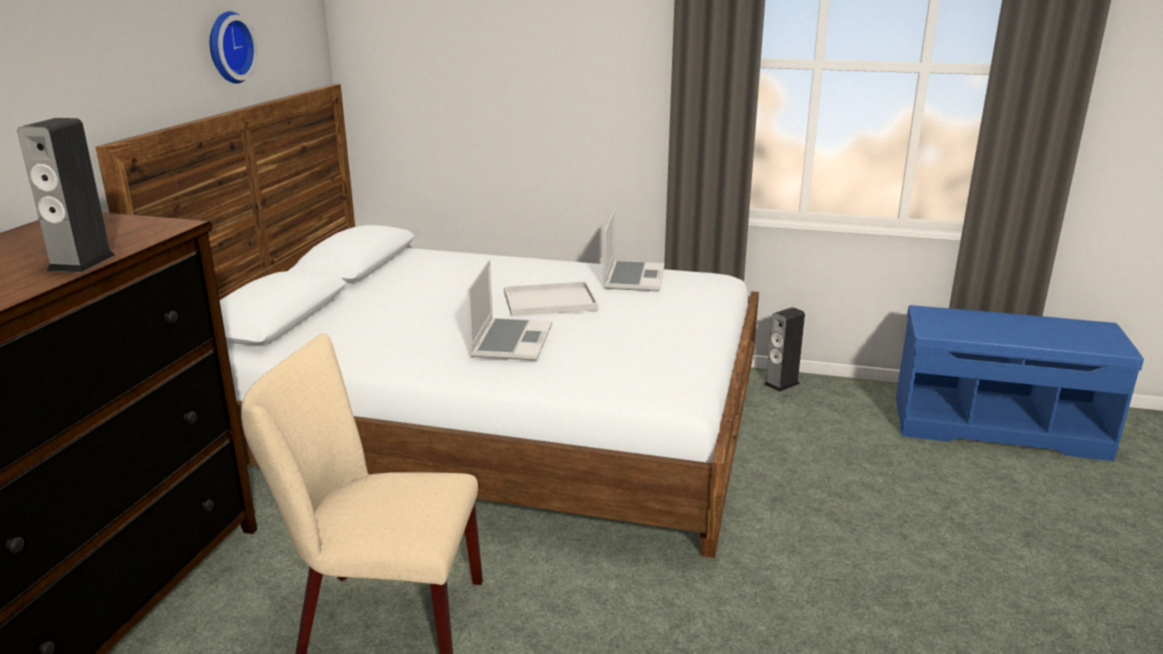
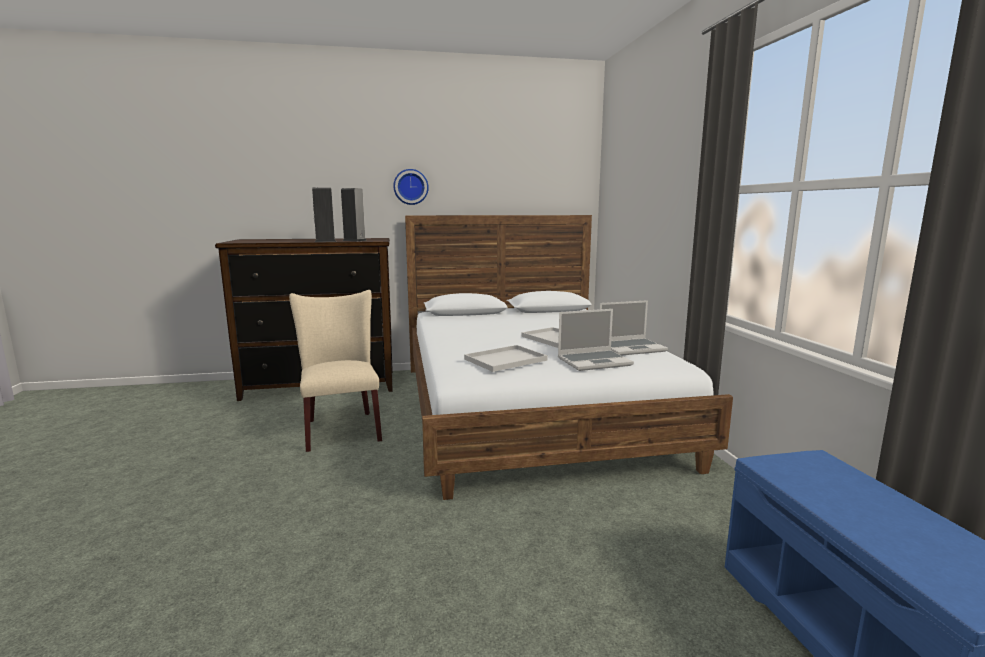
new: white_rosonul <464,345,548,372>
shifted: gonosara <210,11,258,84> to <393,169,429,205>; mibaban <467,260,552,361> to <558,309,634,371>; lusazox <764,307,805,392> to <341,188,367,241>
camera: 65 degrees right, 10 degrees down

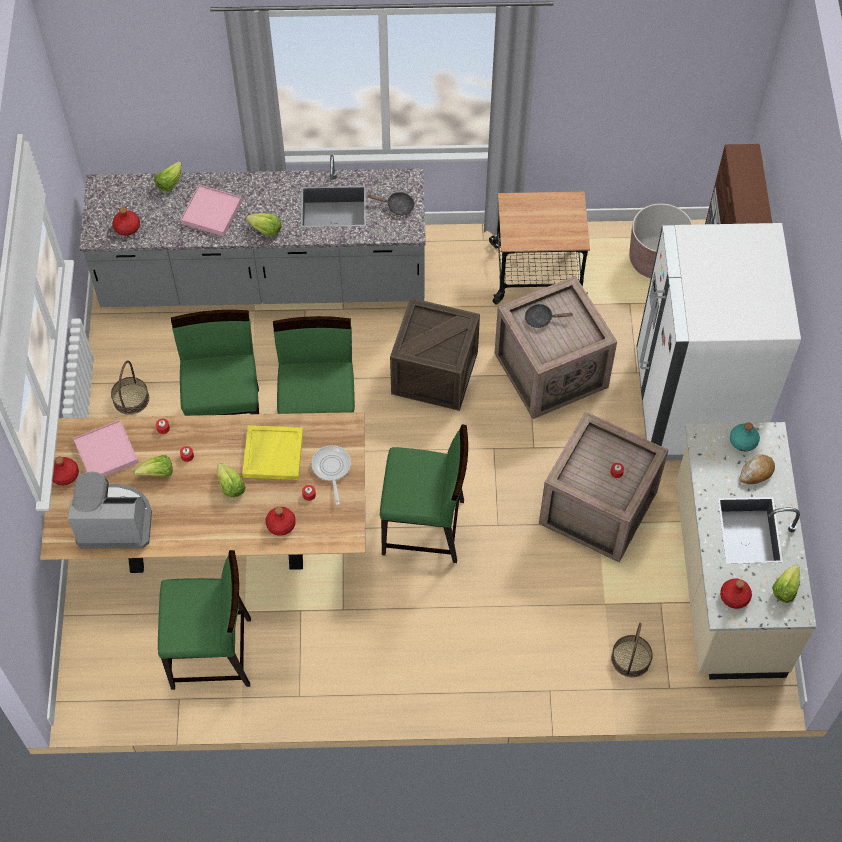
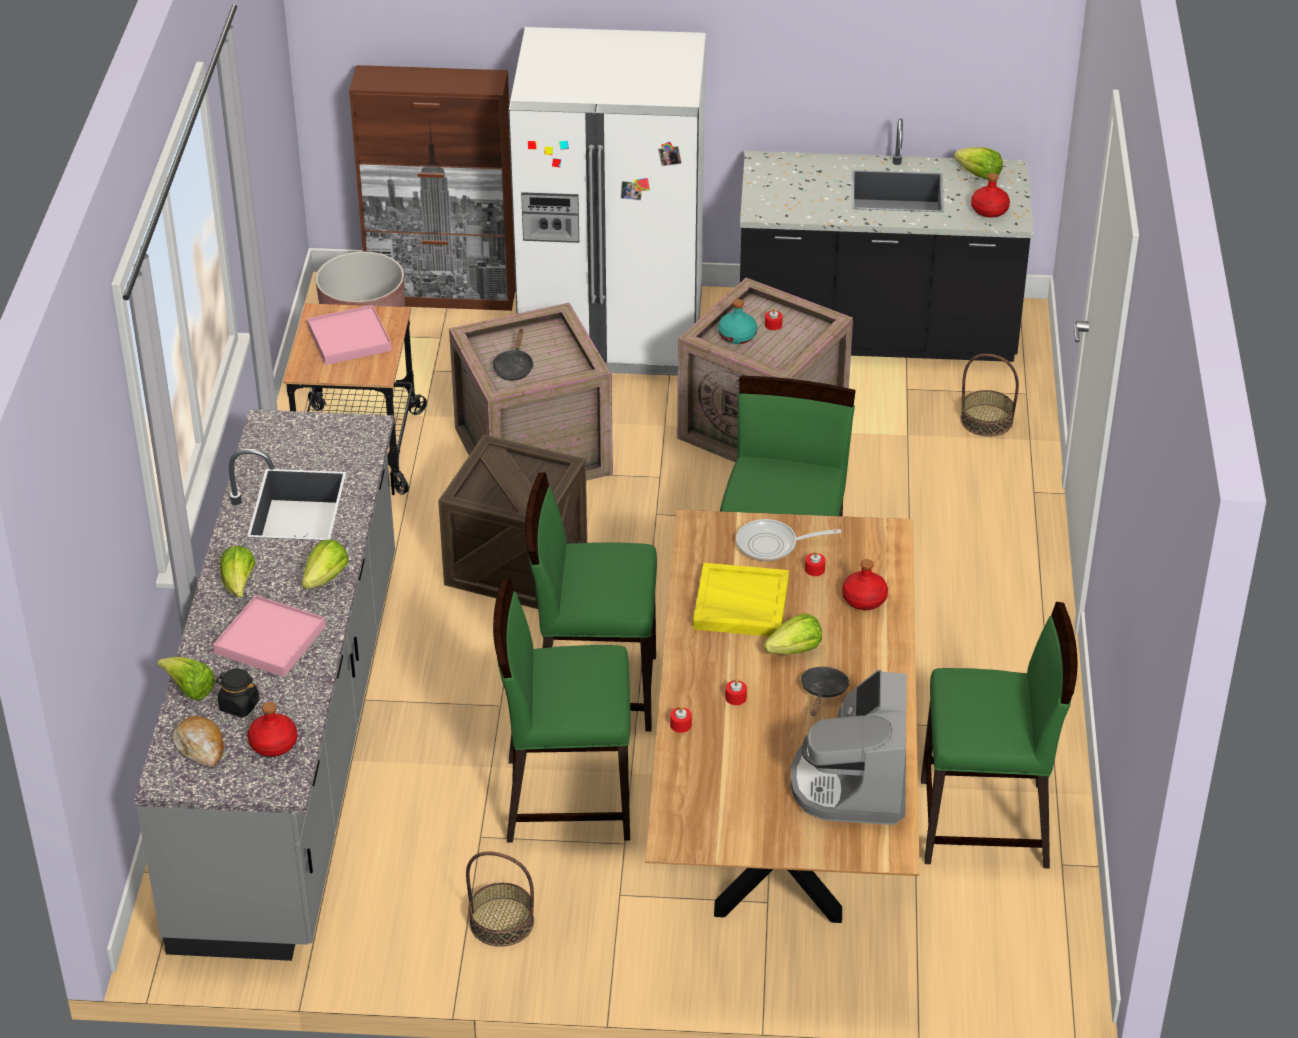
gone: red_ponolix <53,457,79,485>
new: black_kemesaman <216,668,260,717>
shifted: pink_rosonul <73,420,139,476> to <307,305,392,365>; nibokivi <134,455,173,477> to <220,546,256,597>; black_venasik <368,192,415,215> to <801,667,849,716>; turquoise_ponolix <730,422,760,451> to <718,299,757,344>; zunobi <740,454,775,484> to <173,716,224,768>
repainted: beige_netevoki <676,422,816,680> to black_netevoki <740,119,1033,362>
rotated: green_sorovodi <158,550,251,690> = <921,602,1078,869> 90 degrees clockwise
camera: 85 degrees left, 20 degrees down

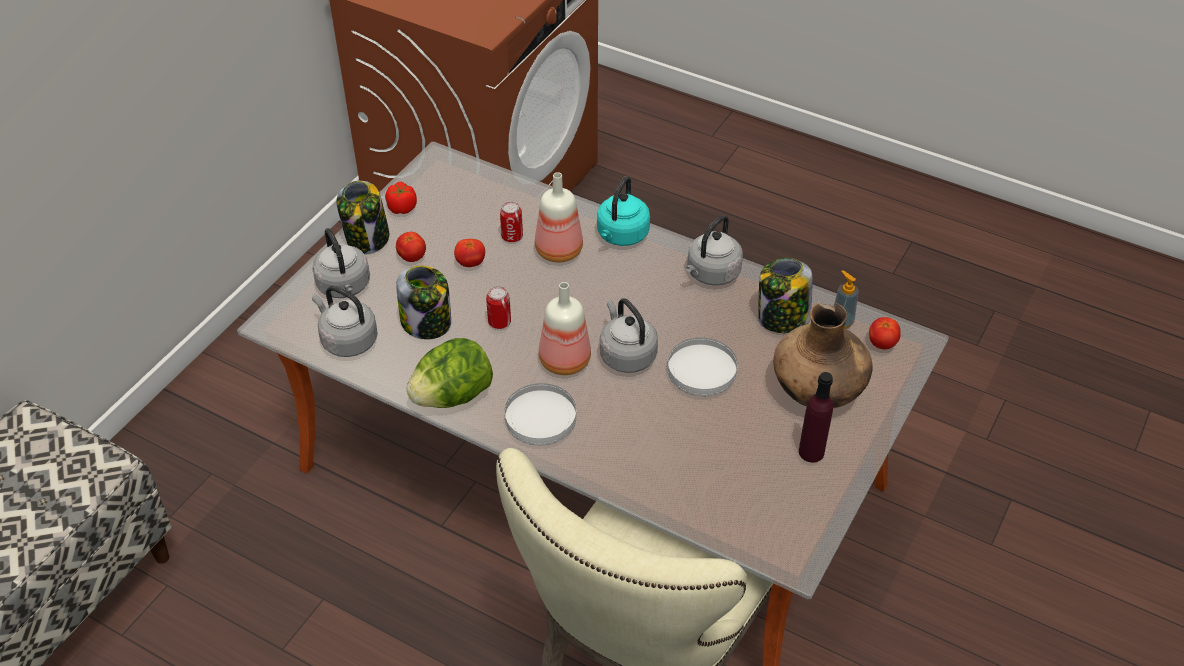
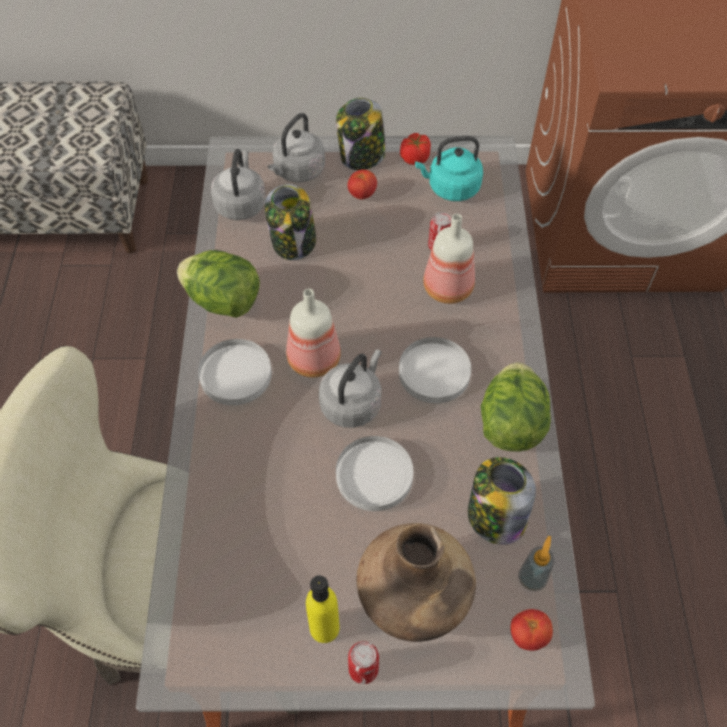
gone: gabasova <454,239,485,267>
new: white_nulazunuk <399,337,471,403>
shifted: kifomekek <486,286,511,329> to <348,641,379,684>; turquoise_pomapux <597,176,650,246> to <415,136,483,201>
swapped: grey_pomapux <685,215,743,286> to nibokivi <481,362,551,452>
repainted: purple_ponolix <799,372,833,462> to yellow_ponolix <306,575,340,643>
camera: 60 degrees right, 10 degrees up

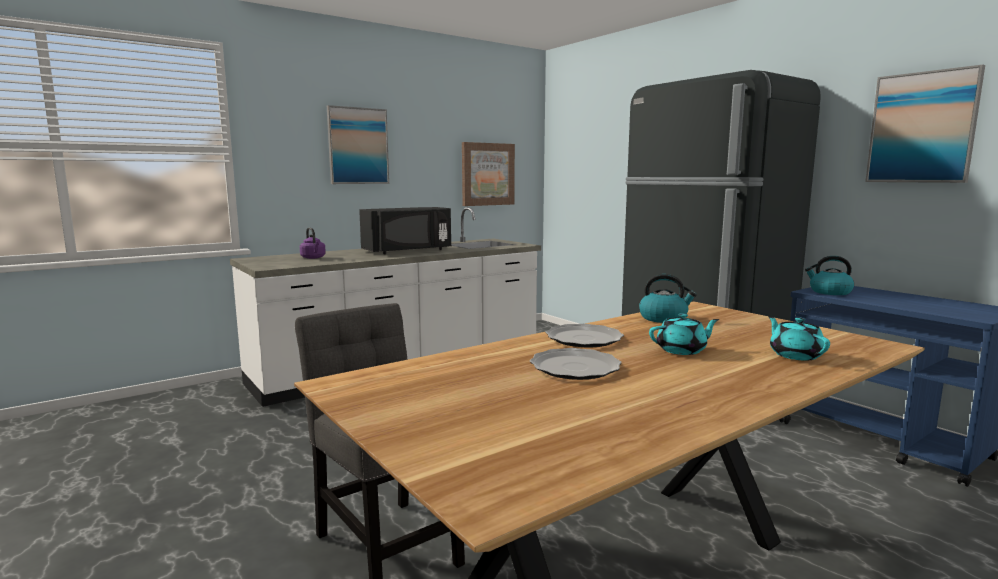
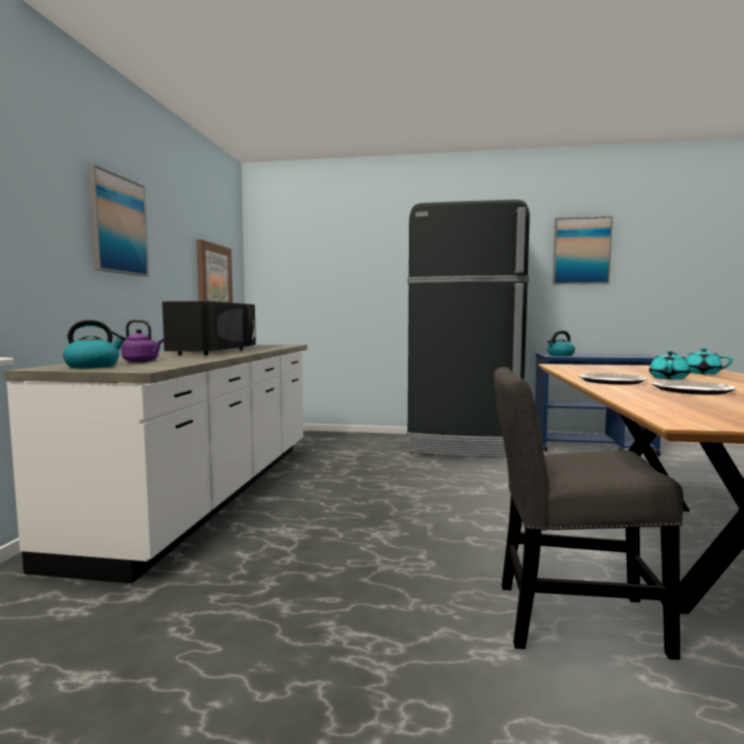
shifted: pomapux <639,274,697,323> to <63,320,126,368>
camera: 45 degrees left, 5 degrees down

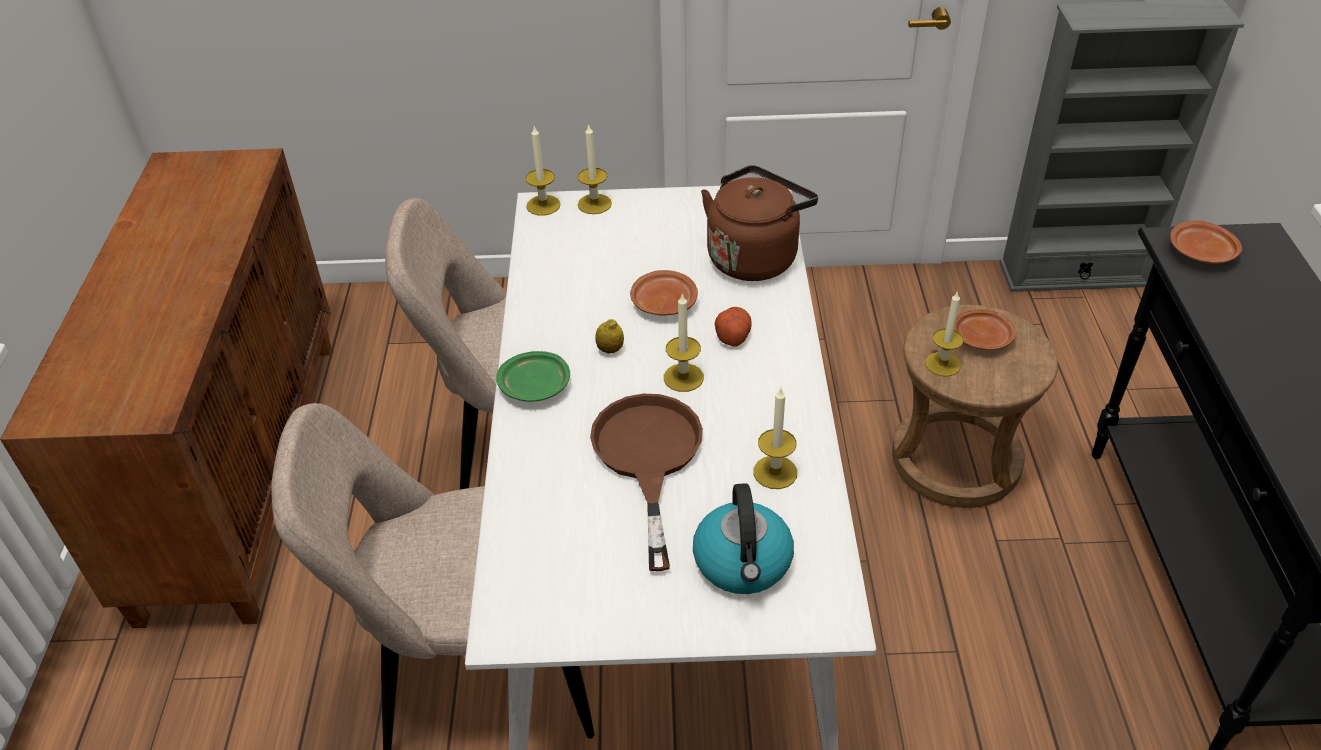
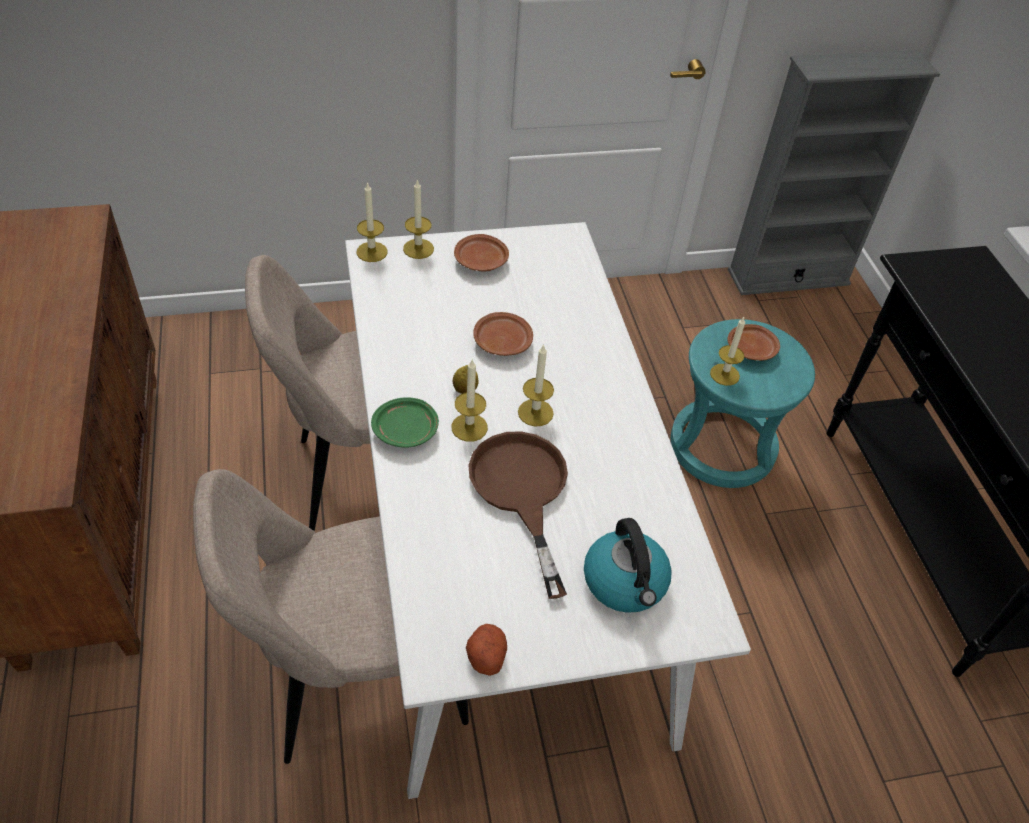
gone: brown_pomapux <701,165,818,281>
shifted: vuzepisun <715,307,752,347> to <466,624,507,676>; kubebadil <753,388,797,489> to <451,360,488,442>; brown_nulazunuk <1170,221,1242,264> to <454,234,509,272>
repainted: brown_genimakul <892,305,1058,508> to turquoise_genimakul <671,319,815,488>
camera: 15 degrees left, 5 degrees up

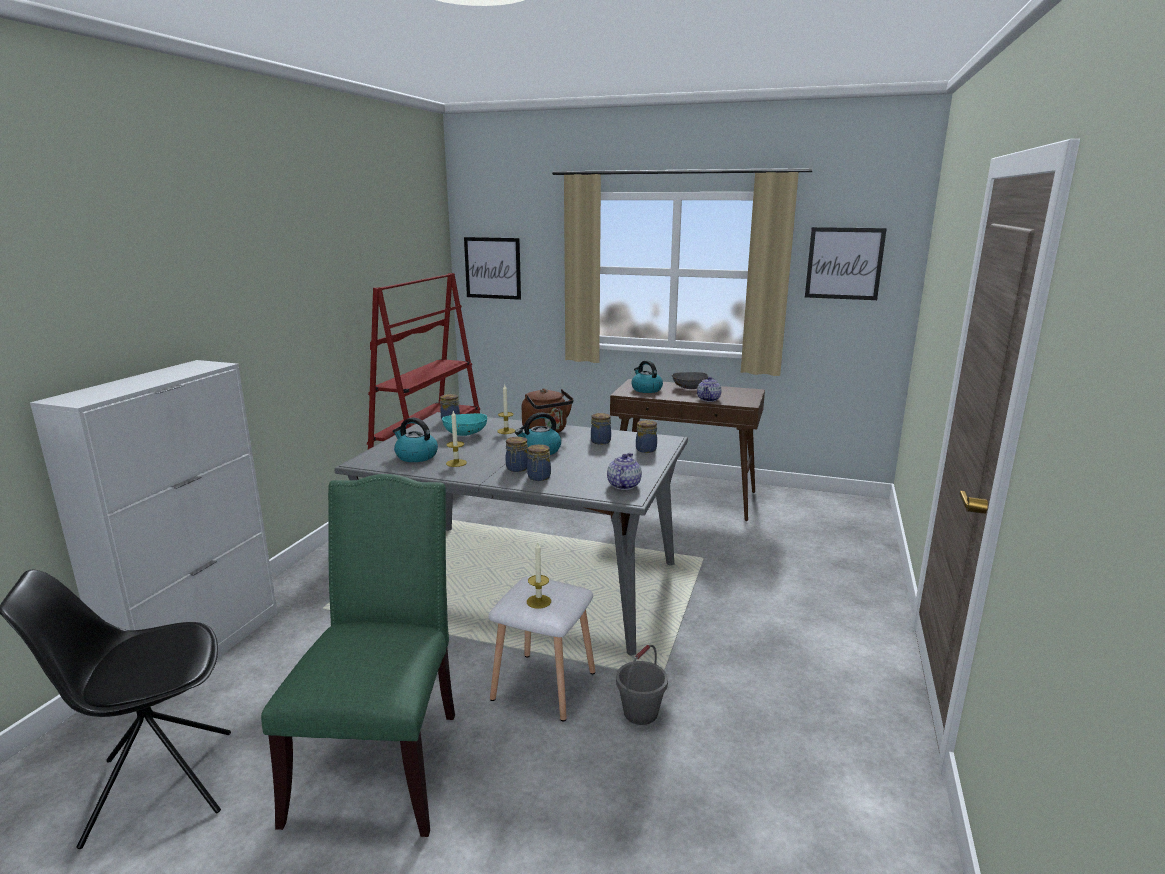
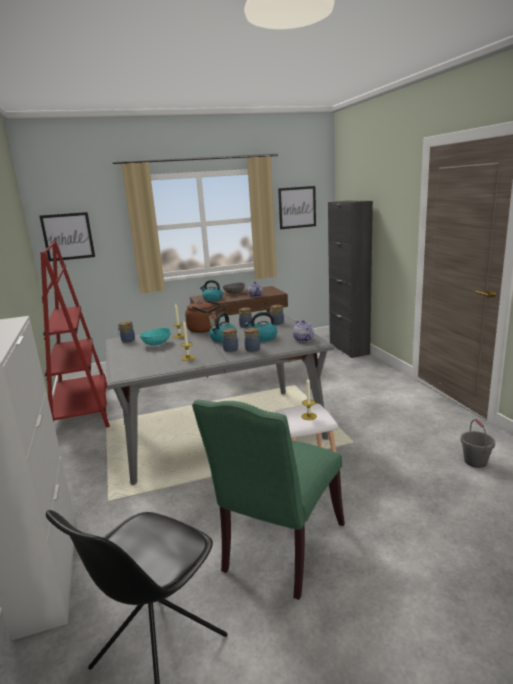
new: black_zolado <328,201,373,358>
shifted: pomapux <393,417,438,462> to <245,312,277,342>; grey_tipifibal <616,645,668,725> to <461,419,495,468>
rotated: green_sorovodi <261,474,455,837> = <192,399,345,600> 120 degrees counterclockwise
camera: 35 degrees left, 0 degrees up

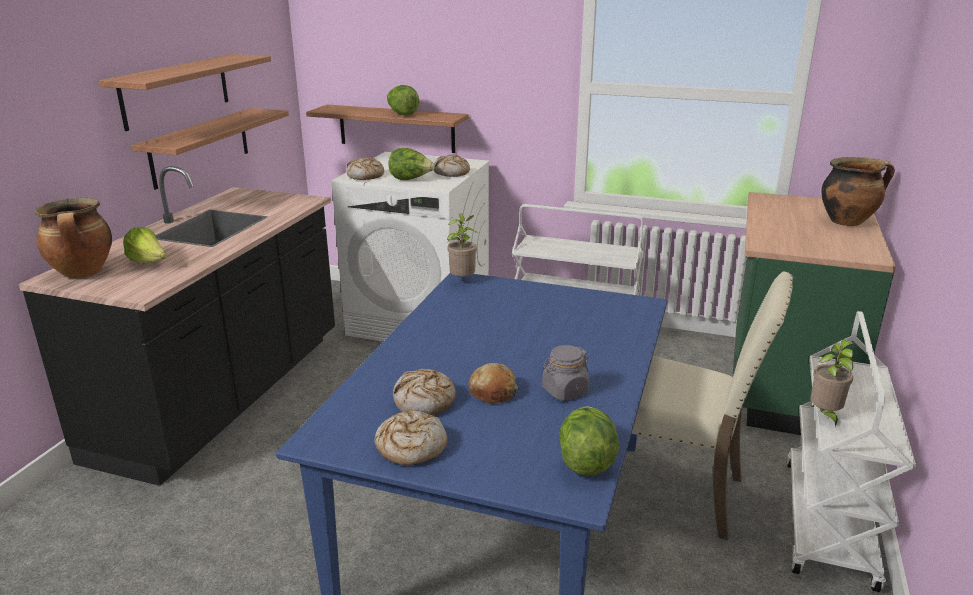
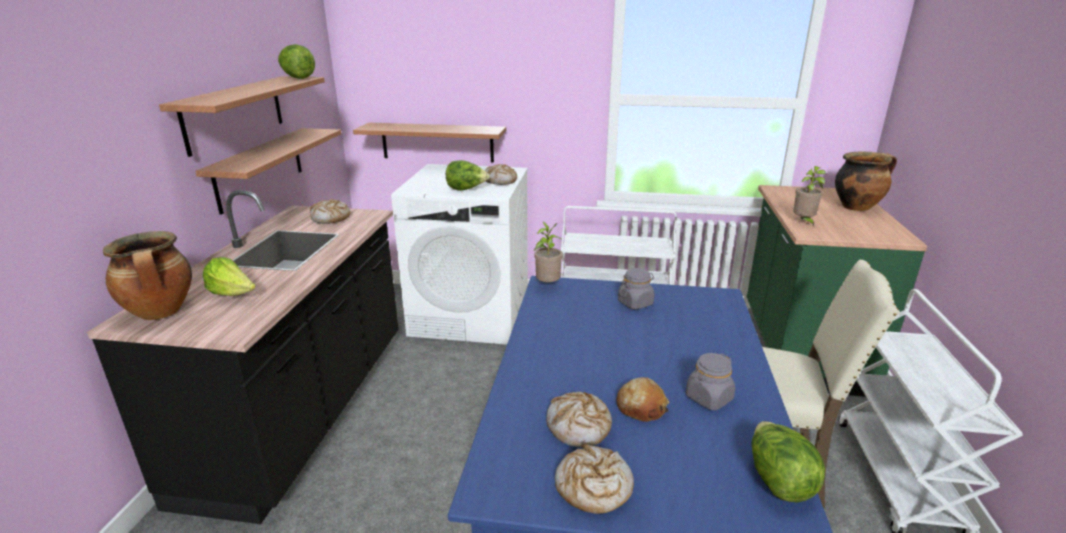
new: grey_kemesaman <618,268,654,310>
shifted: zunobi <347,157,384,180> to <310,199,350,224>; nibokivi <387,85,419,116> to <278,44,315,79>; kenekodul <810,339,854,427> to <793,166,826,226>
camera: 10 degrees left, 0 degrees up

